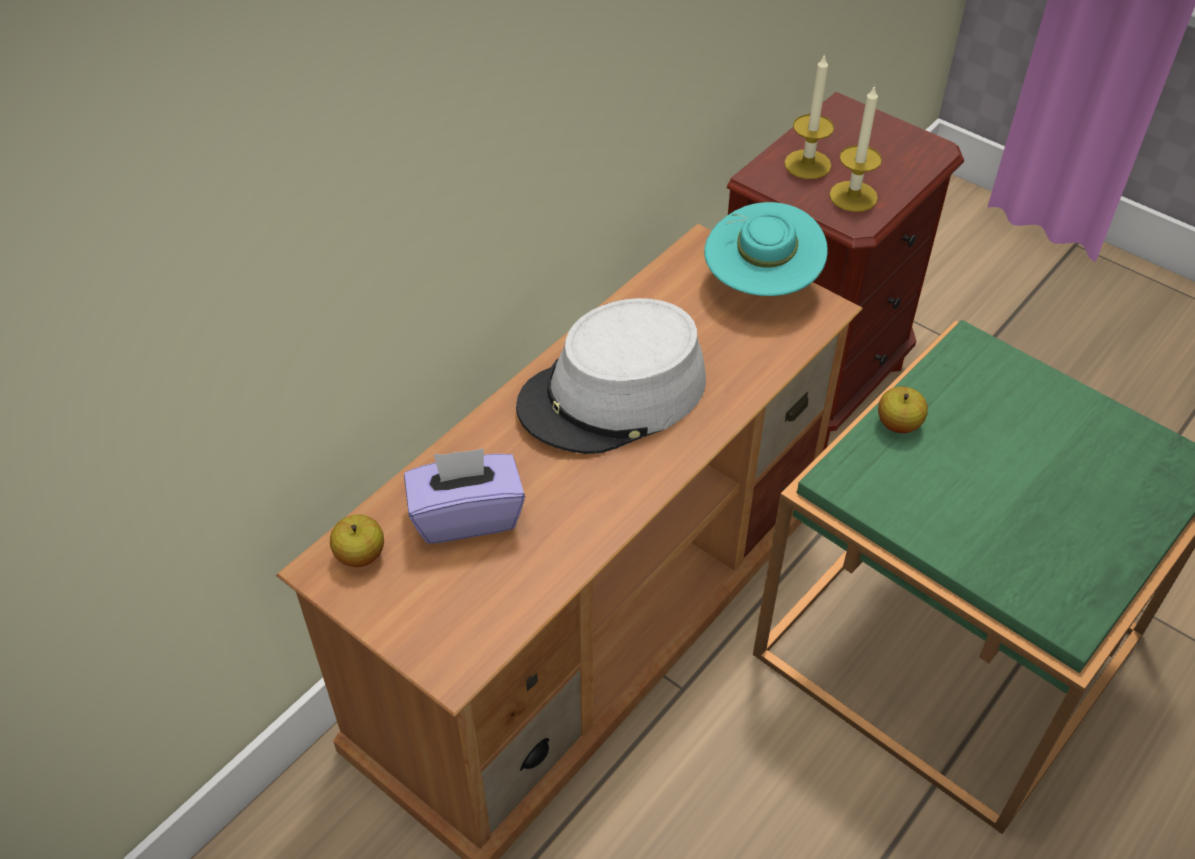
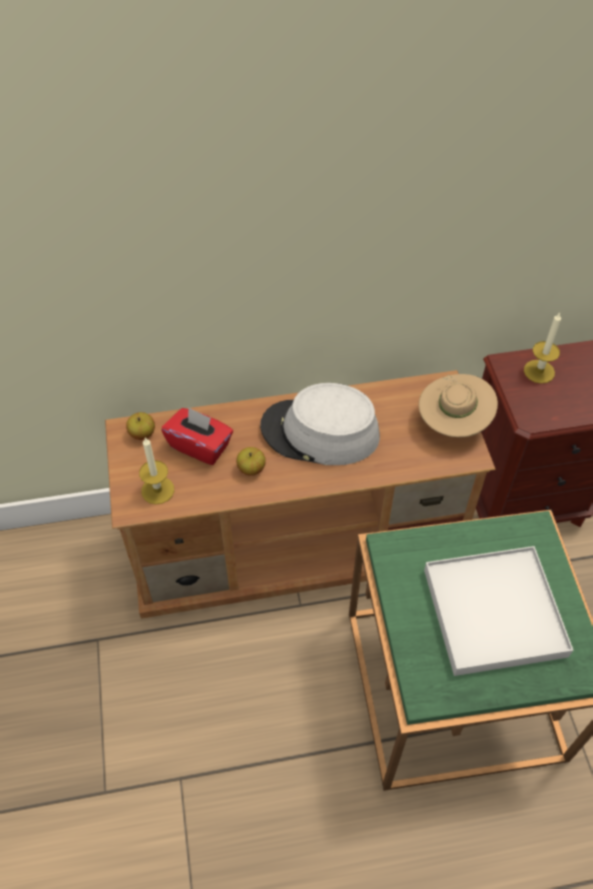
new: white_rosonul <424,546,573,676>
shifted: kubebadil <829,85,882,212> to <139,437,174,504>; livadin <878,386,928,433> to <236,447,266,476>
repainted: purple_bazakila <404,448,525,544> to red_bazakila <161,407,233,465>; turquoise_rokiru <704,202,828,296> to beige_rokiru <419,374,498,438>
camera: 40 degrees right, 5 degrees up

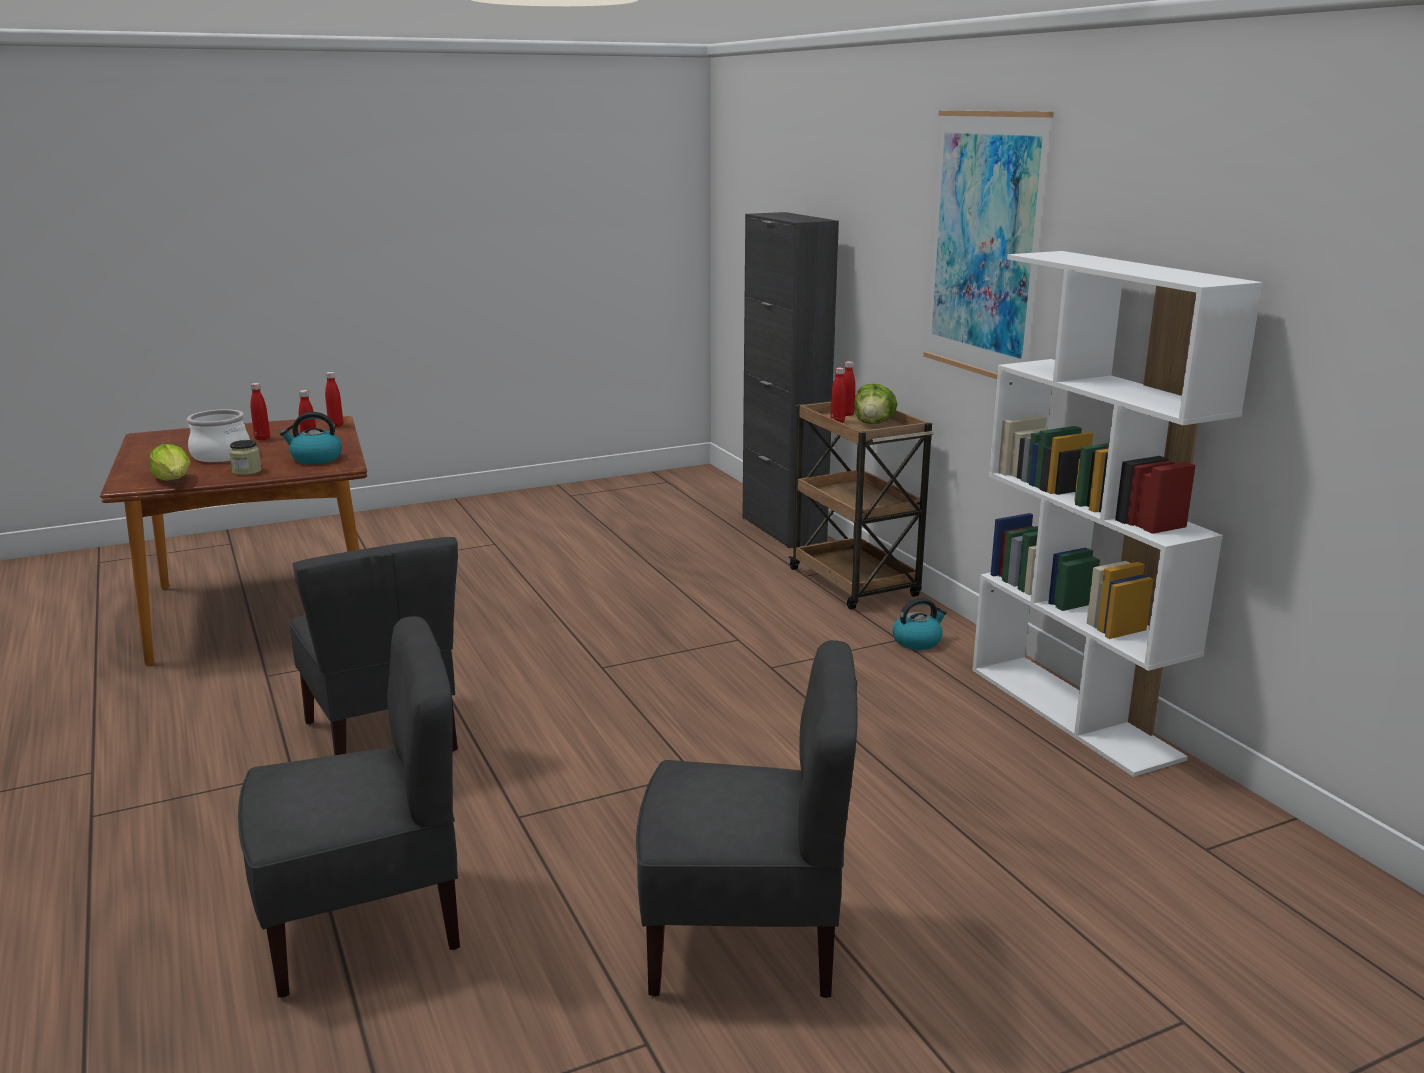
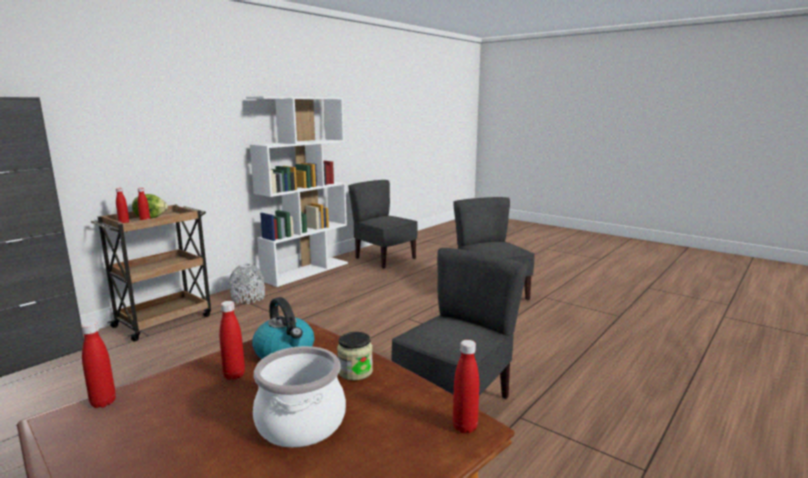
gone: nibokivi <149,444,191,481>; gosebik <923,111,1054,379>
shifted: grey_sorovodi <238,616,460,998> to <348,180,418,269>; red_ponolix <251,383,270,441> to <453,340,479,433>
swapped: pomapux <893,598,947,650> to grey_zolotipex <229,263,265,304>
camera: 115 degrees left, 5 degrees down

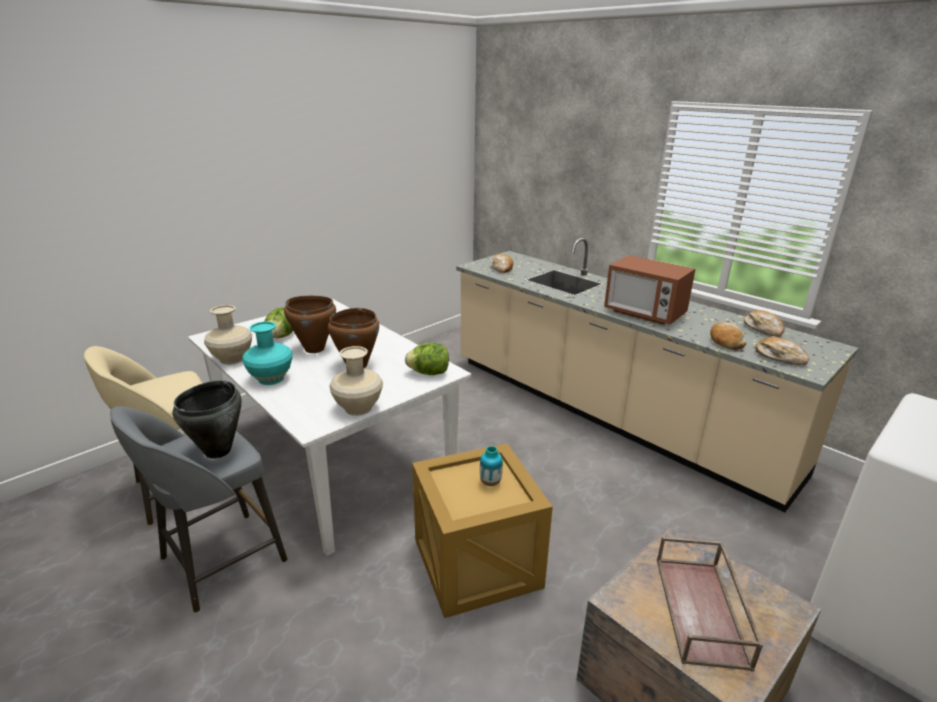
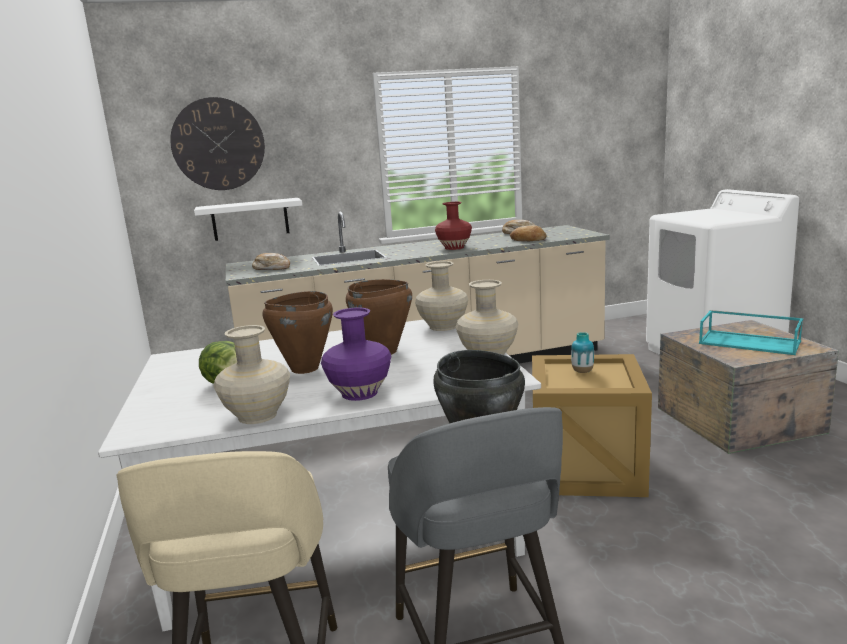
gone: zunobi <755,337,809,365>
new: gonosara <170,97,265,190>; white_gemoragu <194,198,302,241>
swapped: nibokivi <405,343,449,375> to beige_zolotipex <415,261,468,331>; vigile <604,255,695,325> to red_zolotipex <435,202,472,250>
repainted: turquoise_zolotipex <242,321,293,385> to purple_zolotipex <321,308,391,401>; brown_rosonul <657,537,763,672> to turquoise_rosonul <699,310,803,355>
camera: 60 degrees left, 10 degrees down

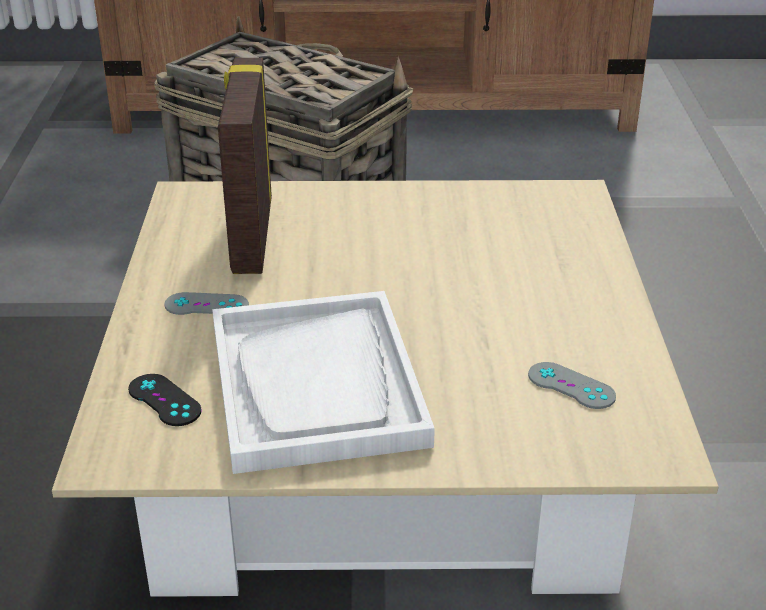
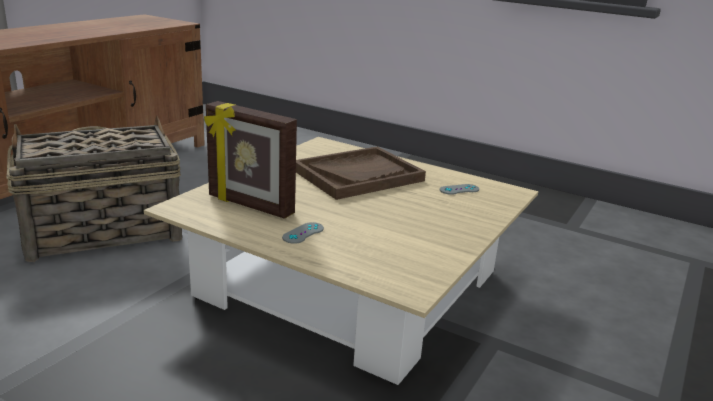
gone: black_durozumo <128,374,202,426>; white_rosonul <212,291,435,474>
new: brown_rosonul <296,146,426,200>
camera: 60 degrees left, 10 degrees down

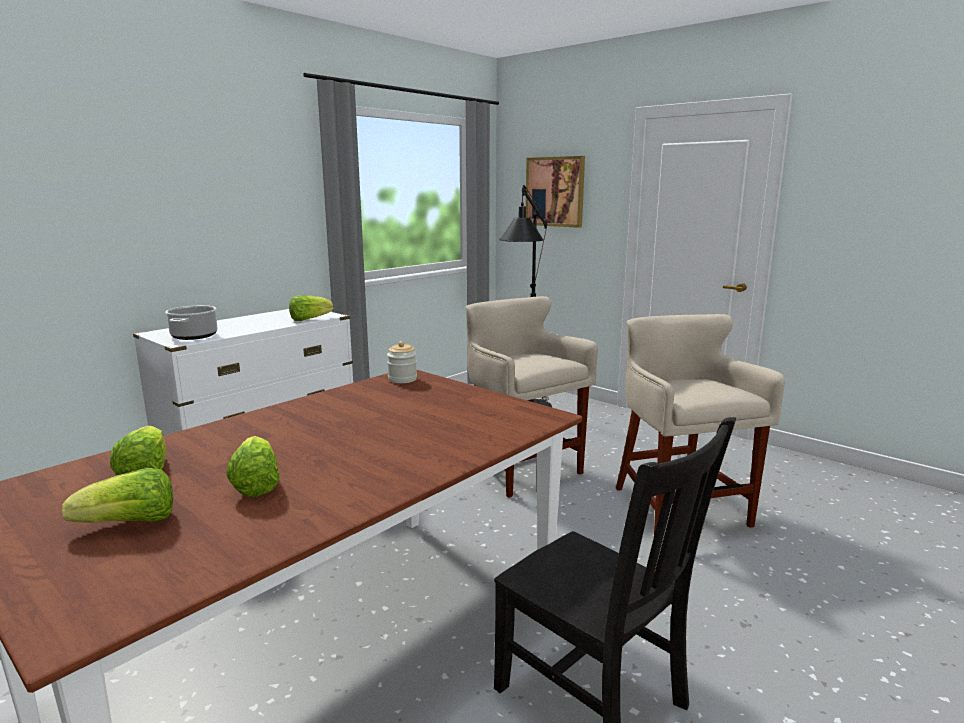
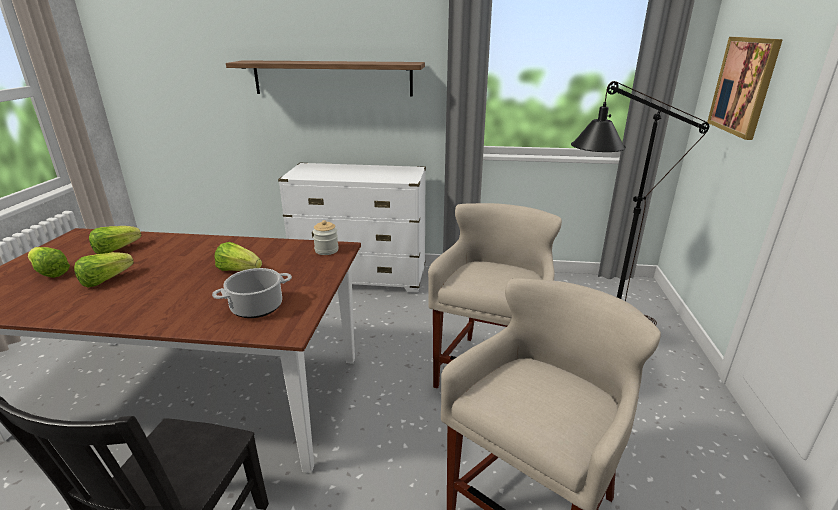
new: gemoragu <226,60,425,97>
shifted: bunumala <165,305,218,340> to <212,268,292,318>; nibokivi <289,295,334,321> to <214,242,262,271>
camera: 55 degrees right, 10 degrees up

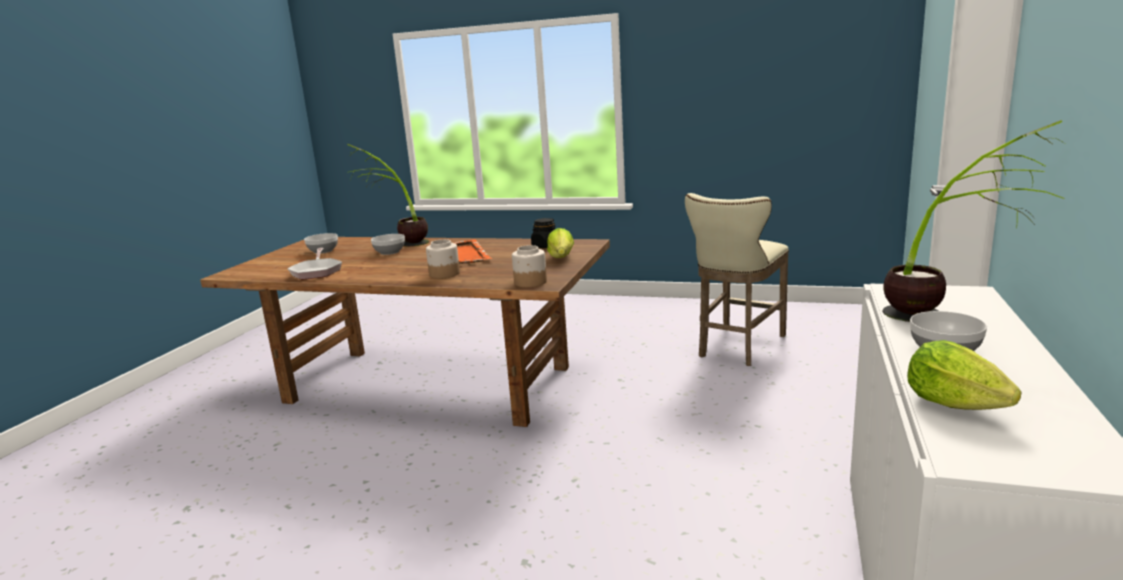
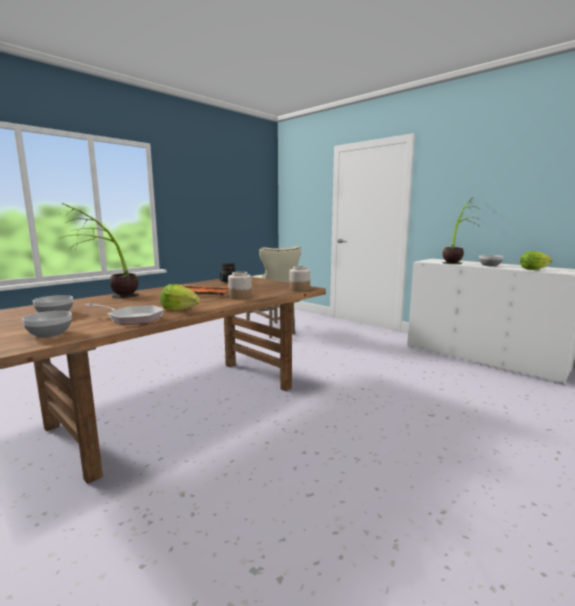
shifted: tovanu <371,234,405,255> to <22,311,72,338>; nibokivi <547,228,574,258> to <160,284,200,311>
camera: 65 degrees left, 5 degrees down

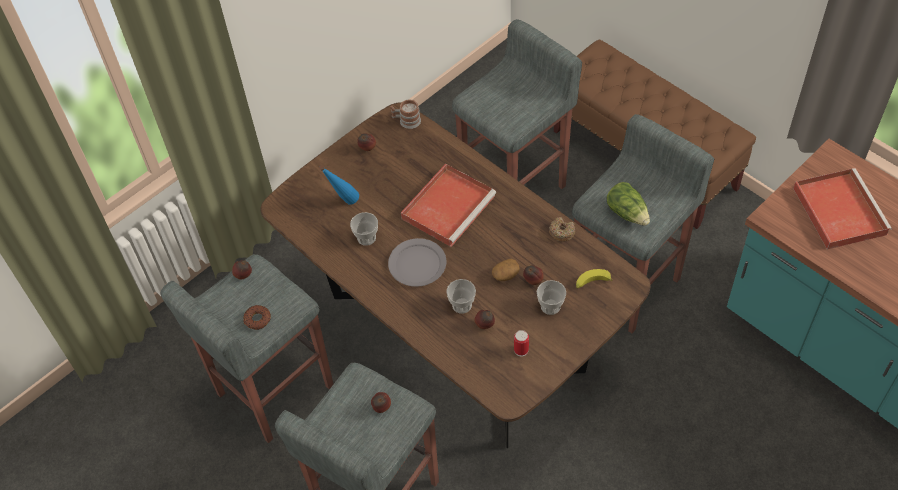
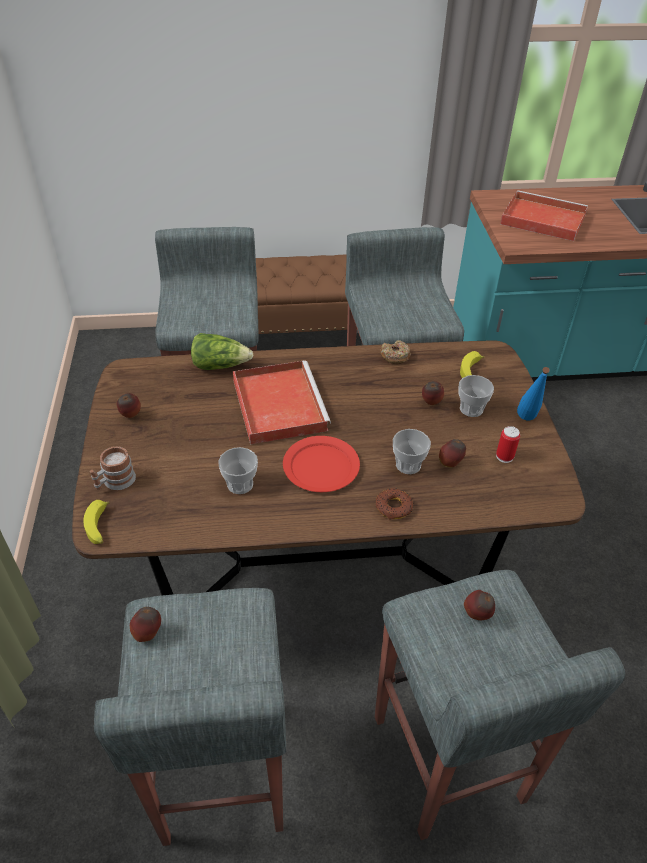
gone: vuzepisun <492,259,520,281>
new: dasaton <83,500,109,544>
shifted: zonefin <243,305,271,330> to <376,489,413,520>; blue_ponolix <319,165,359,205> to <517,367,550,420>; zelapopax <390,100,421,129> to <90,446,136,490>; nibokivi <607,182,650,226> to <191,333,253,370>
repainted: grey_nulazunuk <388,238,446,287> to red_nulazunuk <283,436,360,492>
camera: 55 degrees left, 10 degrees down

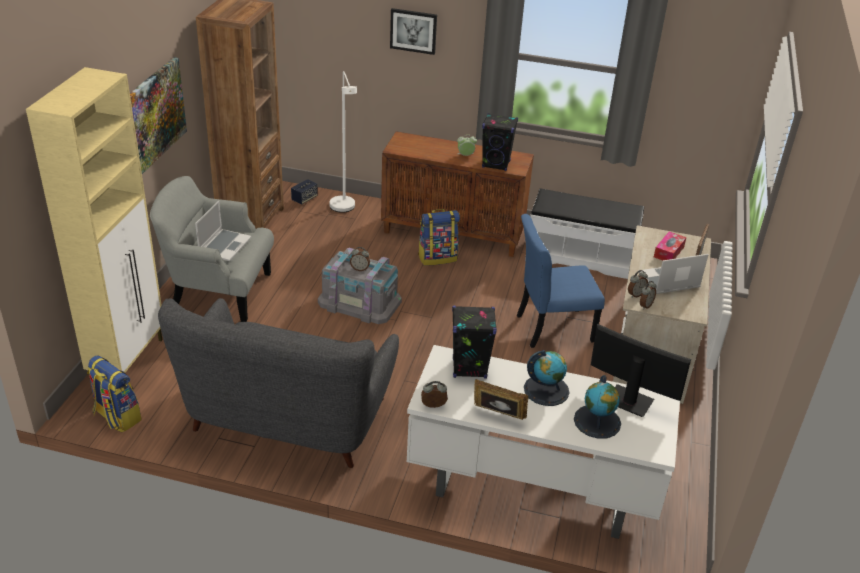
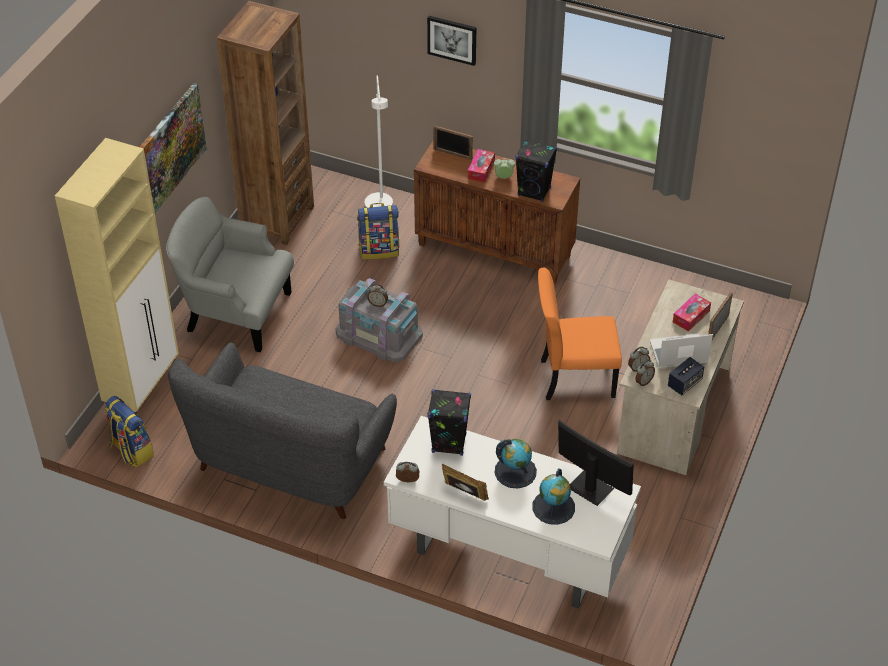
gone: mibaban <195,201,251,261>; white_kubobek <525,188,644,279>
new: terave <433,125,473,160>; bazakila <468,149,495,183>
shifted: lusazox <291,179,318,205> to <668,357,704,395>; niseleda <418,209,460,266> to <357,203,399,260>
repainted: blue_sorovodi <517,214,605,348> to orange_sorovodi <538,267,622,400>
camera: 10 degrees right, 10 degrees up

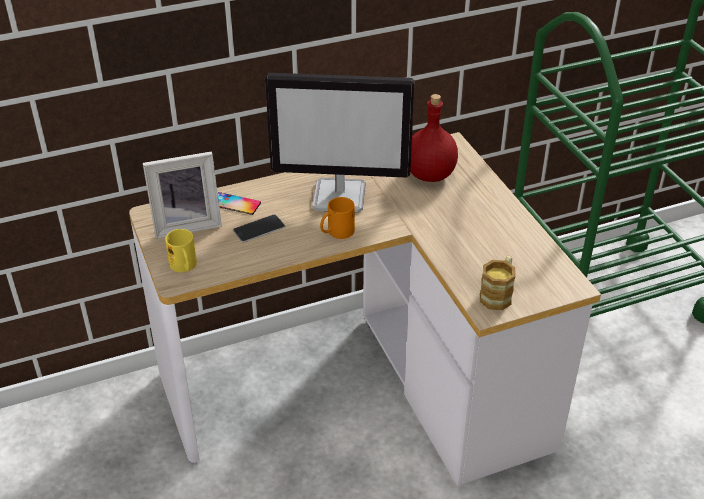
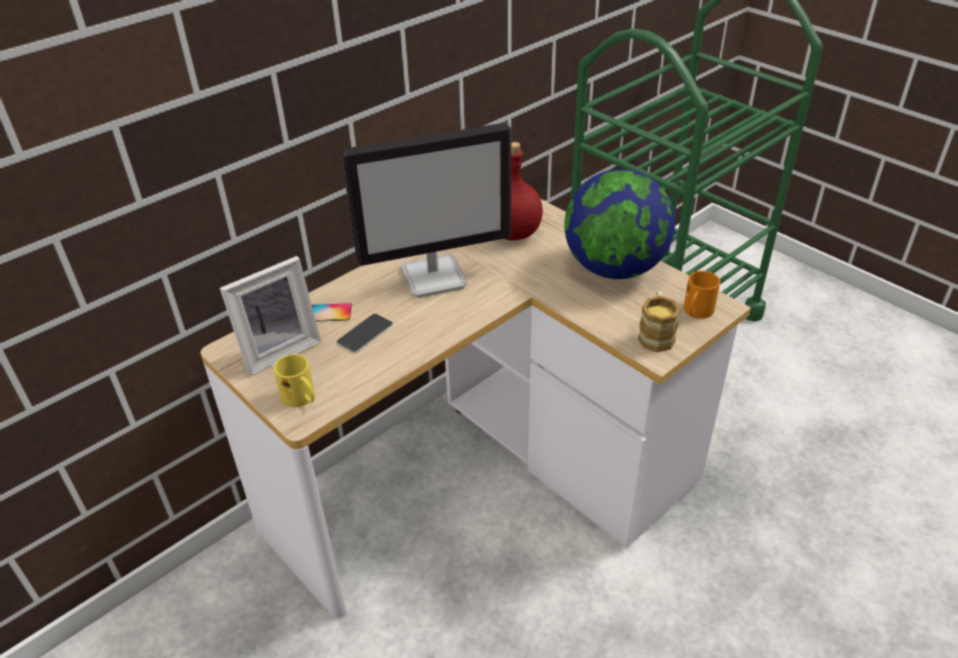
new: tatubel <564,169,675,279>
shifted: orange_zelapopax <320,197,355,239> to <684,271,720,319>
camera: 20 degrees left, 0 degrees up

